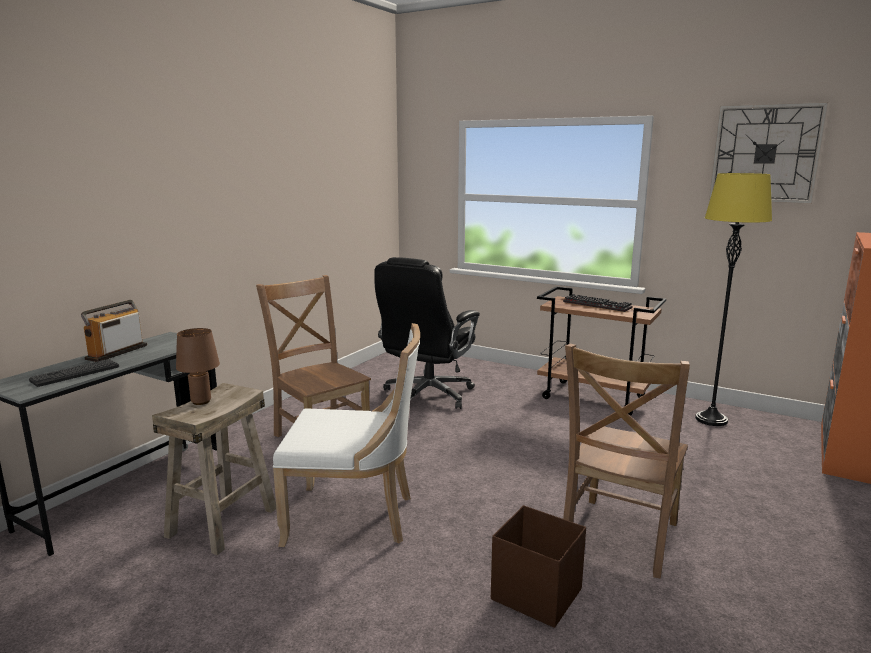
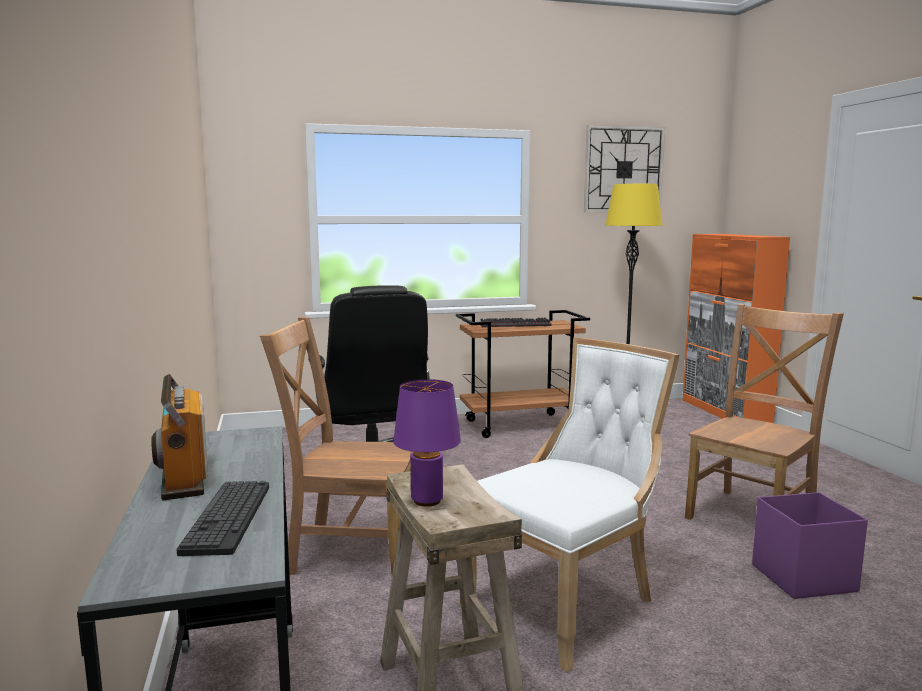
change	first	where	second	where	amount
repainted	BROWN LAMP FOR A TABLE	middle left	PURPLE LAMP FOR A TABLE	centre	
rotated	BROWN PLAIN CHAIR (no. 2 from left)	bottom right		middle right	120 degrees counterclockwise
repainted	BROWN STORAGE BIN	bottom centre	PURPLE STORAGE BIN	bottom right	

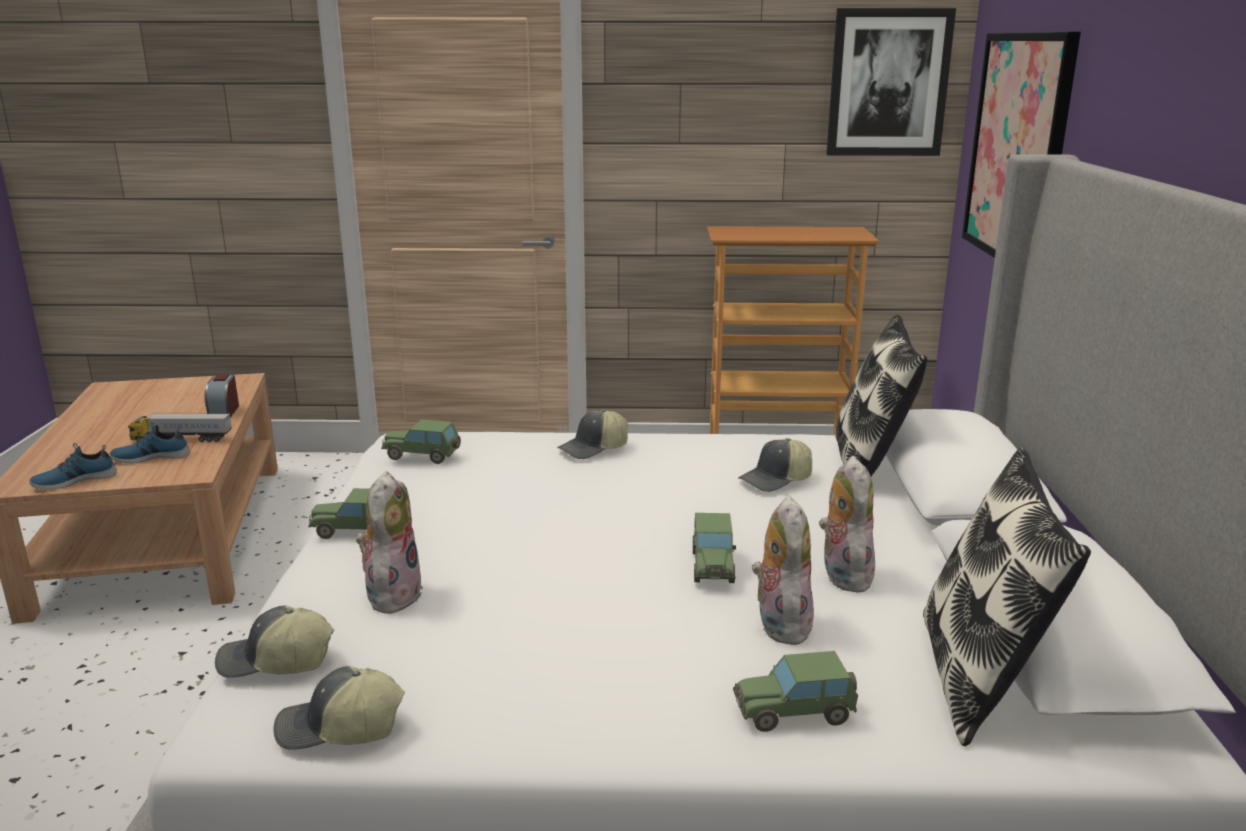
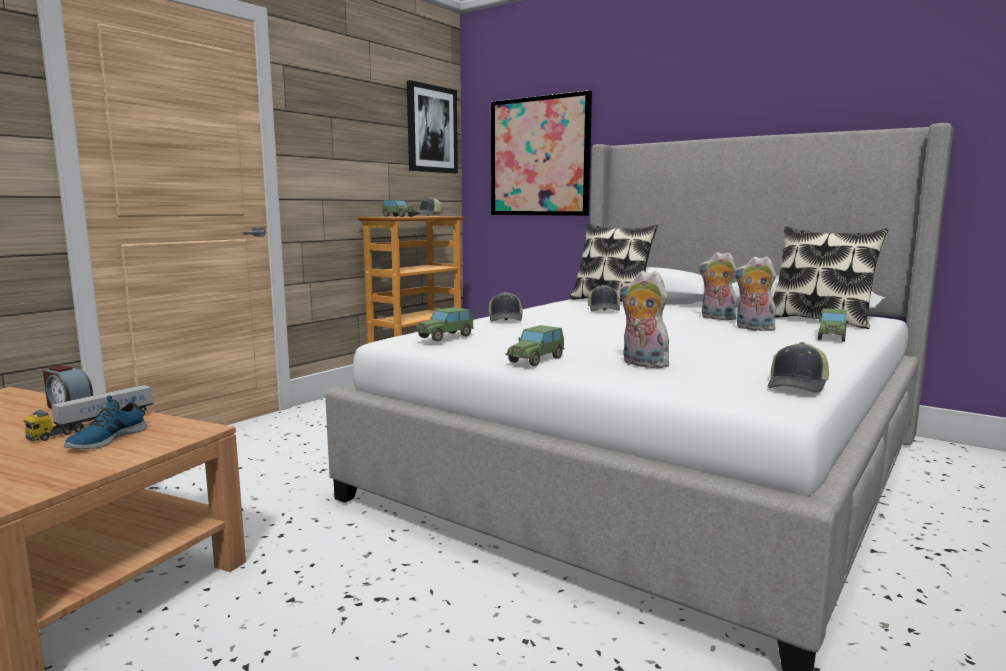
change	first	where	second	where	amount
gone	LOW SHOE (no. 1 from left)	middle left			
shifted	MODEL CAR (no. 3 from left in the first image)	centre	MODEL CAR (no. 1 from left)	top centre	
shifted	PEAKED CAP (no. 1 from left)	bottom left		top centre	

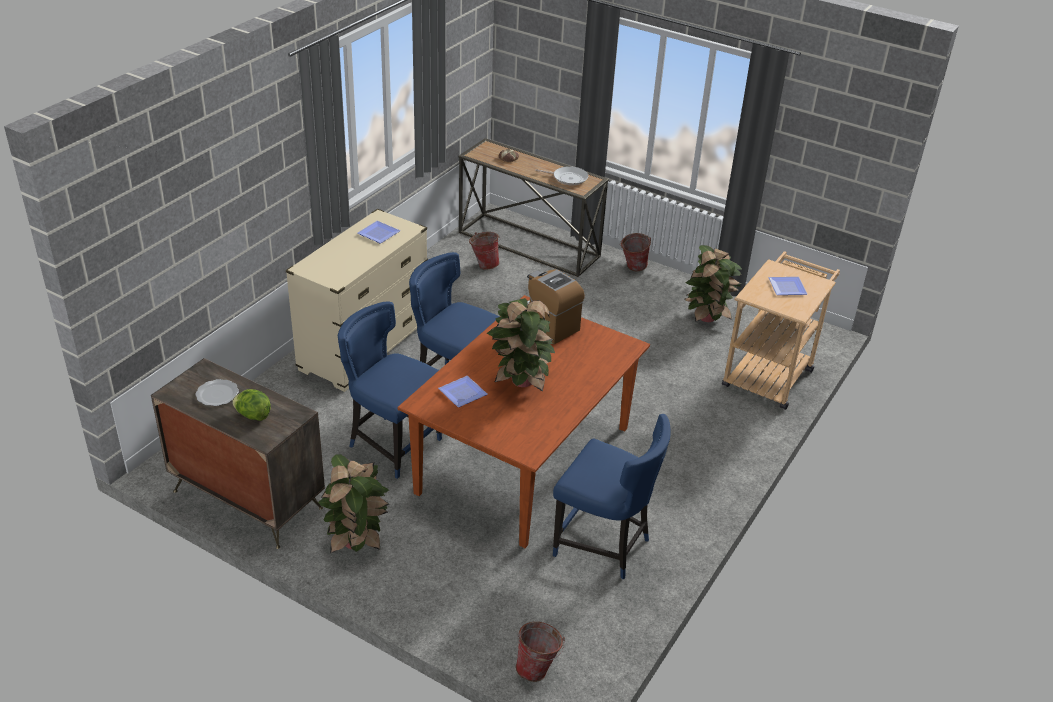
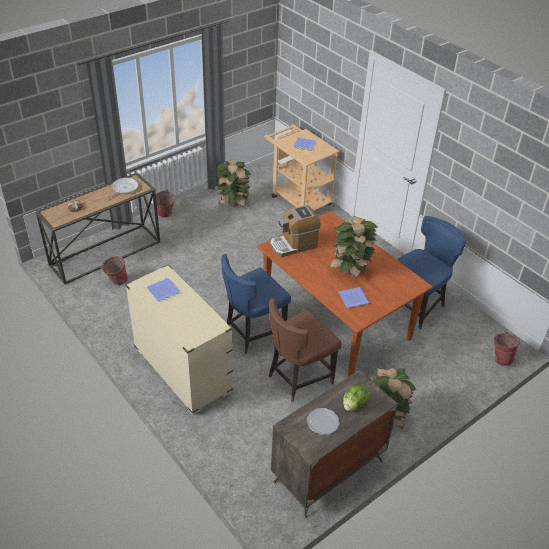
change	first	where	second	where	amount
repainted	BLUE PLAIN CHAIR (no. 1 from left)	centre	BROWN PLAIN CHAIR	centre	

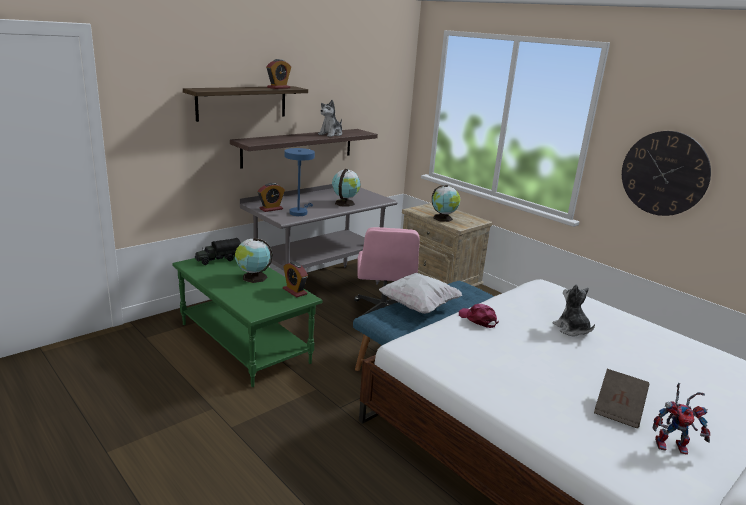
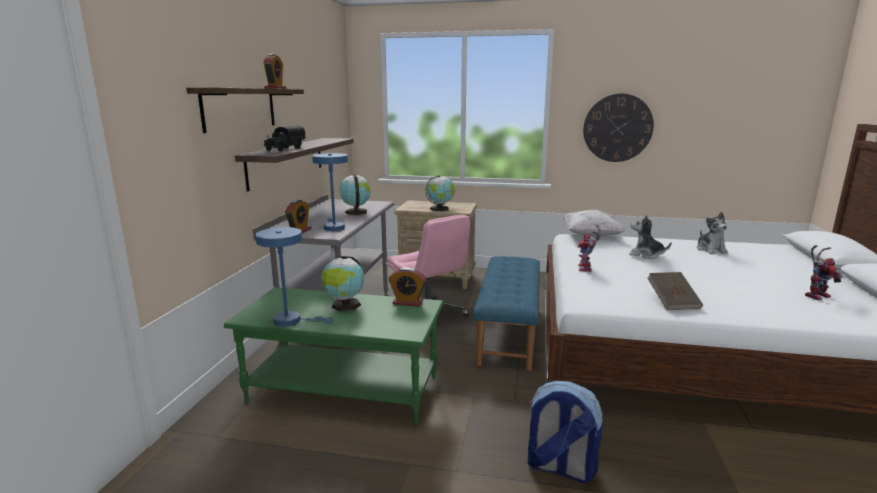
change	first	where	second	where	amount
shifted	PLUSH TOY (no. 1 from left in the first image)	top centre	PLUSH TOY (no. 2 from left)	middle right	
shifted	MODEL TRUCK	middle left		top left	
shifted	WHITISH THROW PILLOW	centre		middle right	
swapped	PINK-COLOURED PEAKED CAP	centre	TOY ROBOT (no. 1 from left)	middle right	
shifted	BROWN VOLUME	bottom right		middle right	
new			BLUE LAMP FOR A TABLE (no. 1 from left)	centre	
new			RUCKSACK	bottom centre	

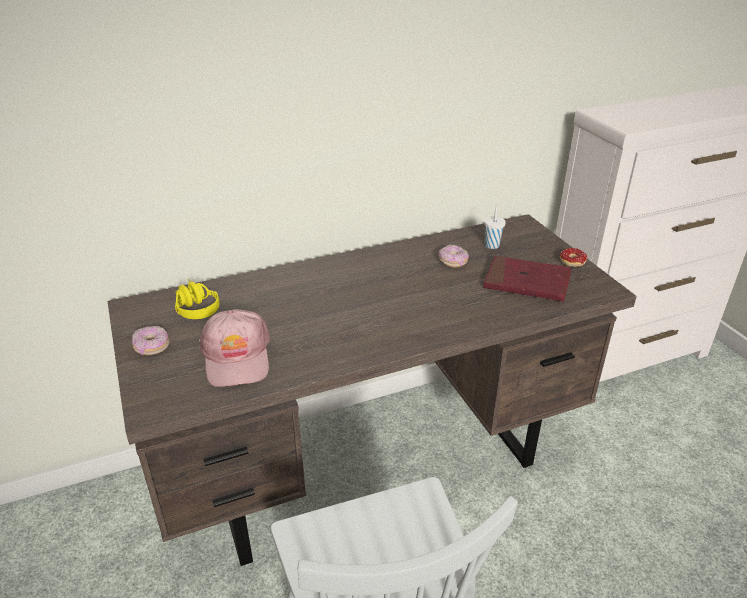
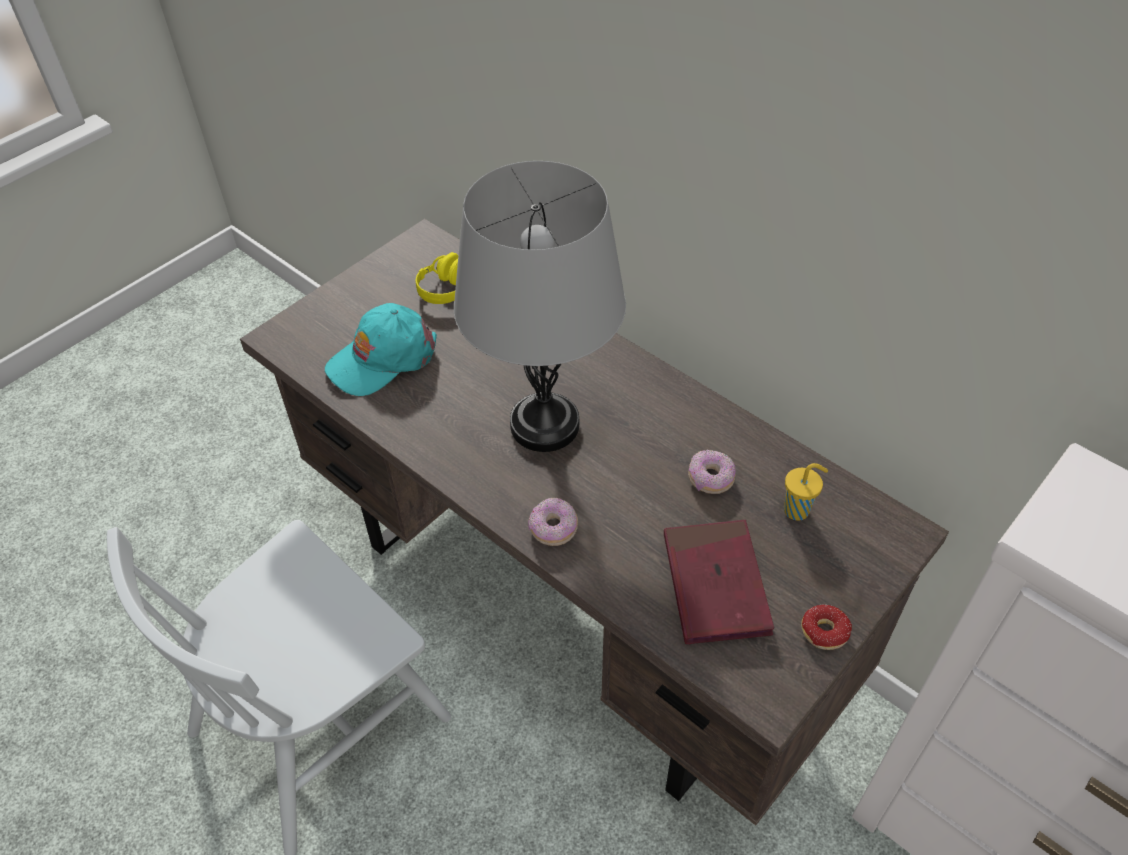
change	first	where	second	where	amount
repainted	WHITISH DRINKING CUP	centre	YELLOW-COLOURED DRINKING CUP	middle right	
repainted	PINK-COLOURED PEAKED CAP	middle left	TURQUOISE-COLOURED PEAKED CAP	centre	
shifted	RING DOUGHNUT (no. 1 from left)	middle left		centre	
new			GREY LAMP FOR A TABLE	centre	

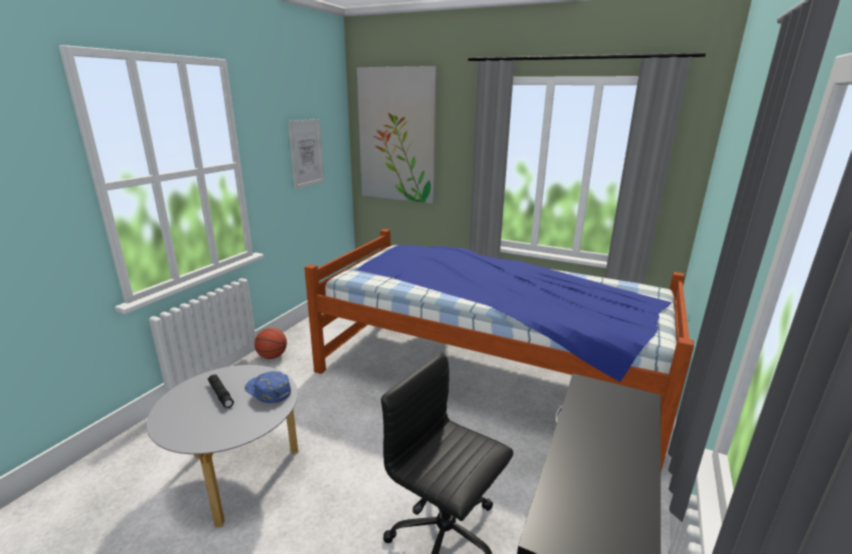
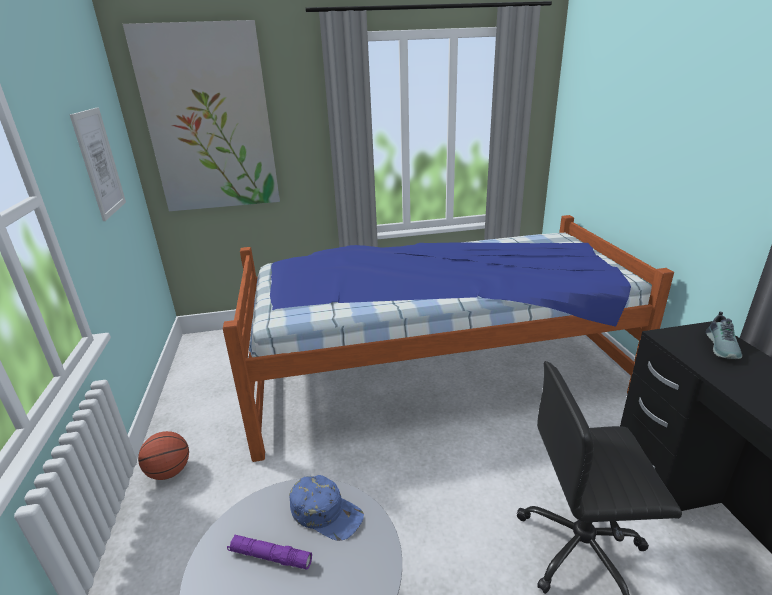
change	first	where	second	where	amount
rotated	BLUE PEAKED CAP	bottom left		bottom centre	150 degrees counterclockwise
repainted	BLACK-COLOURED HAND TORCH	bottom left	PURPLE HAND TORCH	bottom centre	
new			LOW SHOE	middle right	

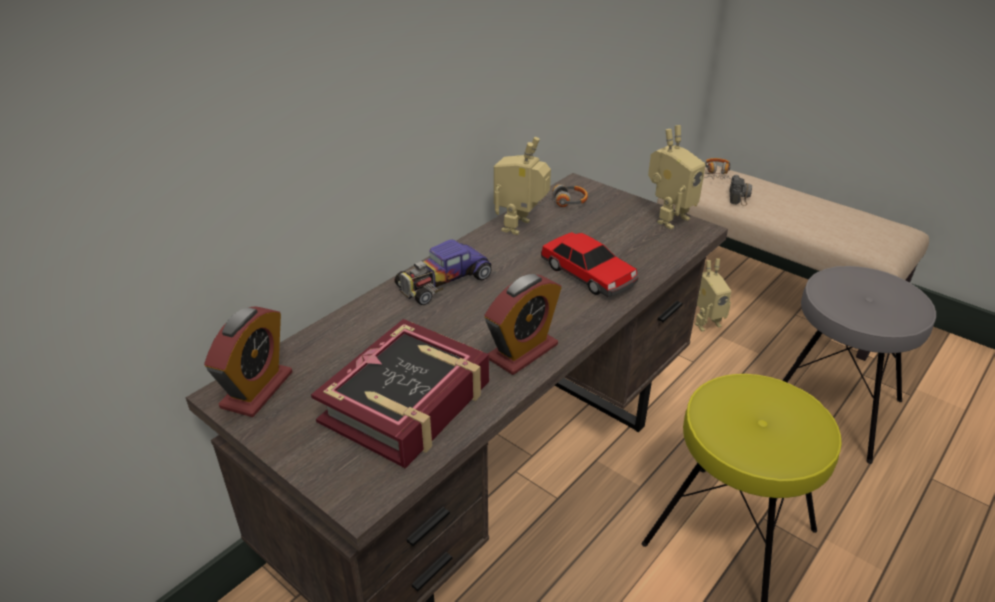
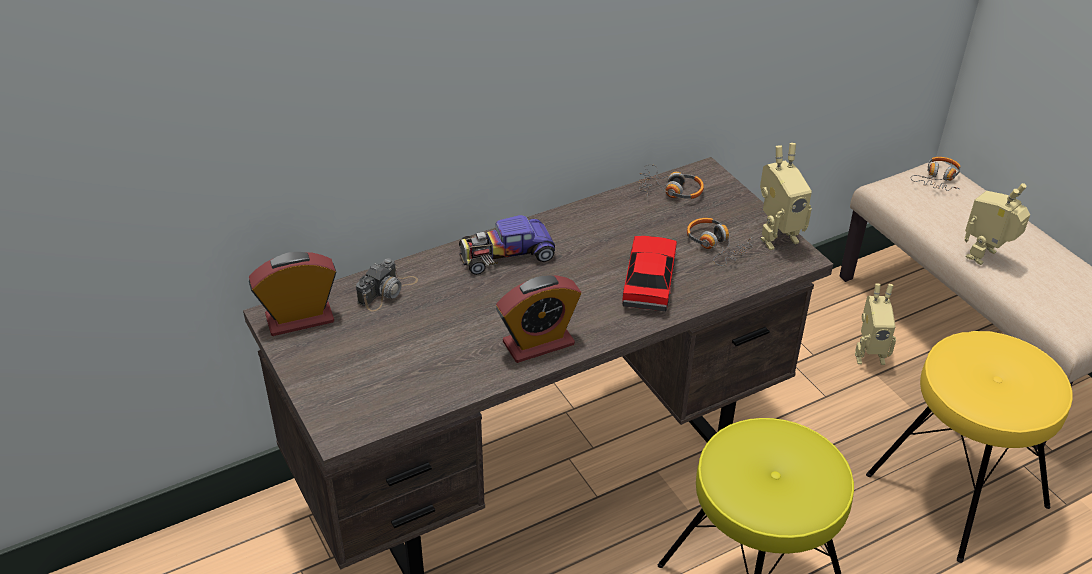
change	first	where	second	where	amount
shifted	TOY ROBOT (no. 1 from left in the first image)	top centre	TOY ROBOT (no. 3 from left)	middle right	
shifted	PHOTO CAMERA	top right		centre	
rotated	MODEL CAR (no. 2 from left)	centre		centre	150 degrees counterclockwise
repainted	GREY STOOL SEAT	middle right	YELLOW-COLOURED STOOL SEAT (no. 2 from left)	bottom right	
rotated	TABLE CLOCK (no. 1 from left)	middle left		middle left	150 degrees counterclockwise
gone	VOLUME	centre			
new			HEADSET (no. 2 from left)	centre	

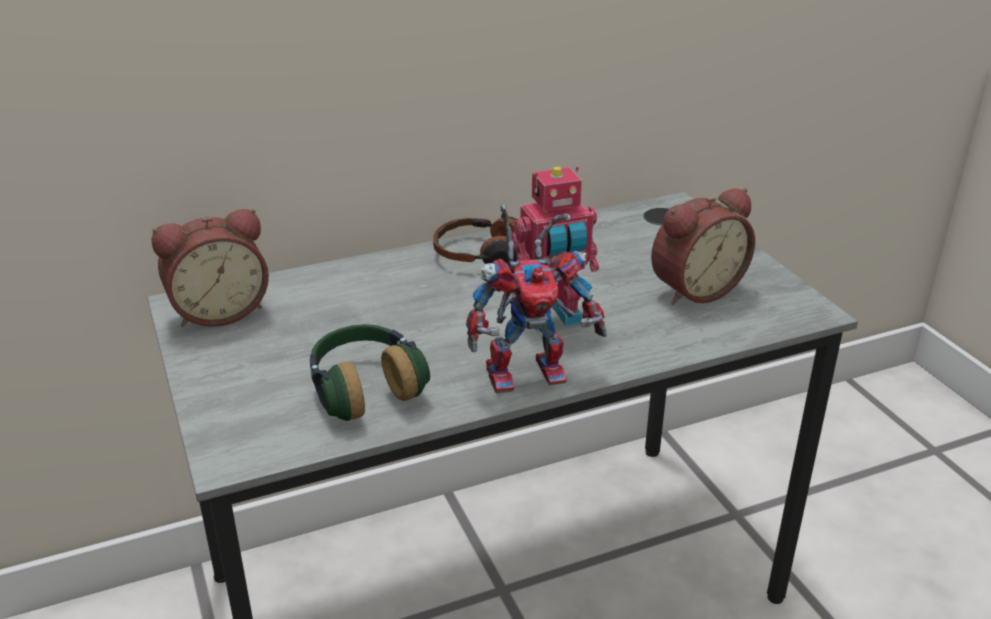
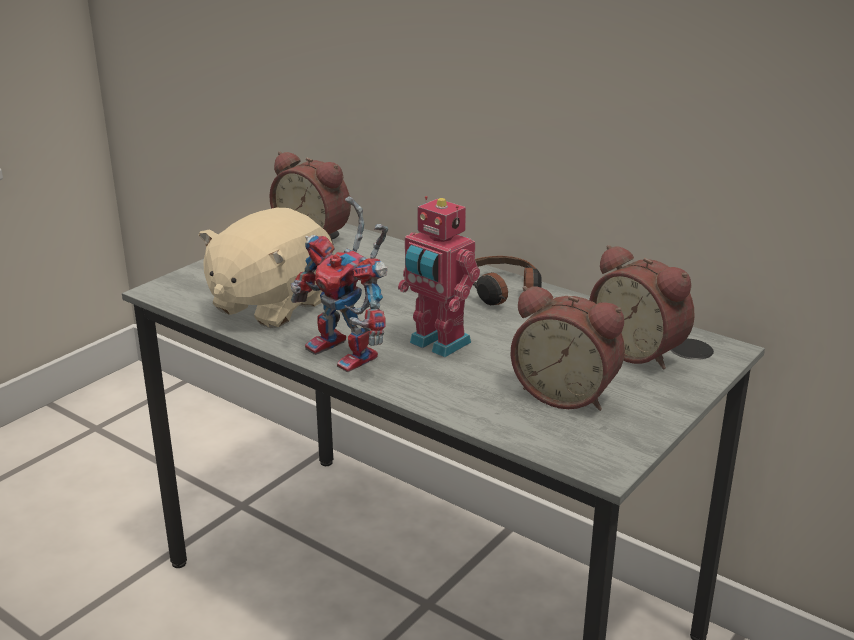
change	first	where	second	where	amount
swapped	HEADSET (no. 1 from left)	centre	SAND-COLOURED PLUSH TOY	middle left	
new			TABLE CLOCK (no. 3 from left)	middle right	

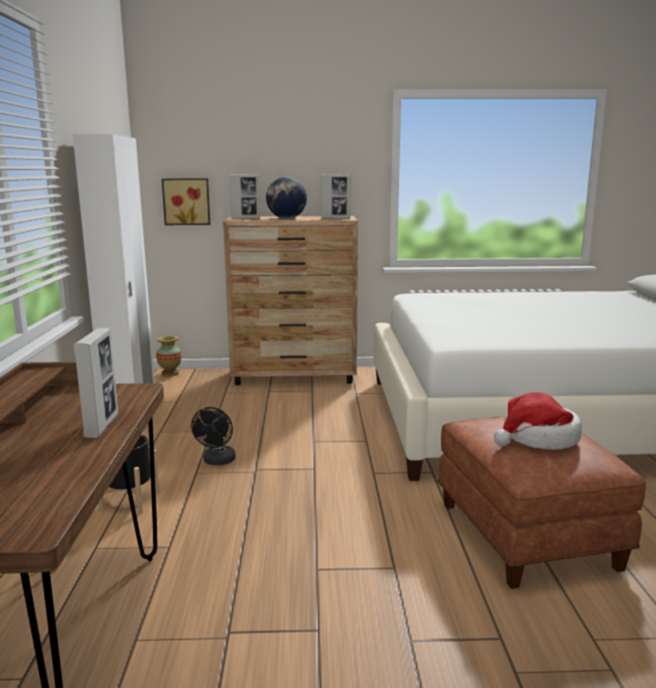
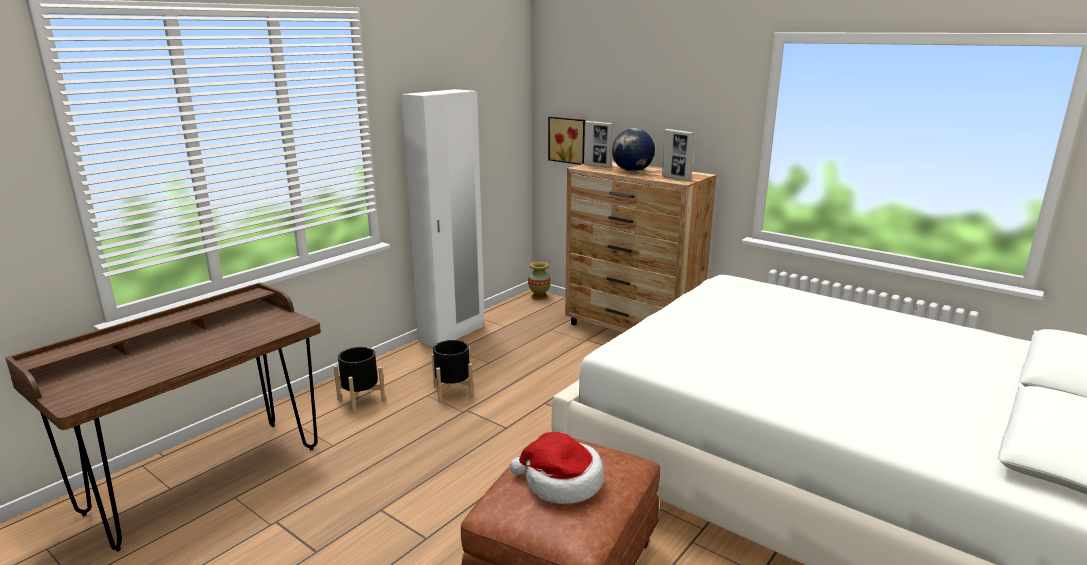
change	first	where	second	where	amount
gone	PICTURE FRAME (no. 1 from left)	middle left			
swapped	BLACK-COLOURED FAN	middle left	BLACK-COLOURED FLOWER POT (no. 2 from left)	centre	

